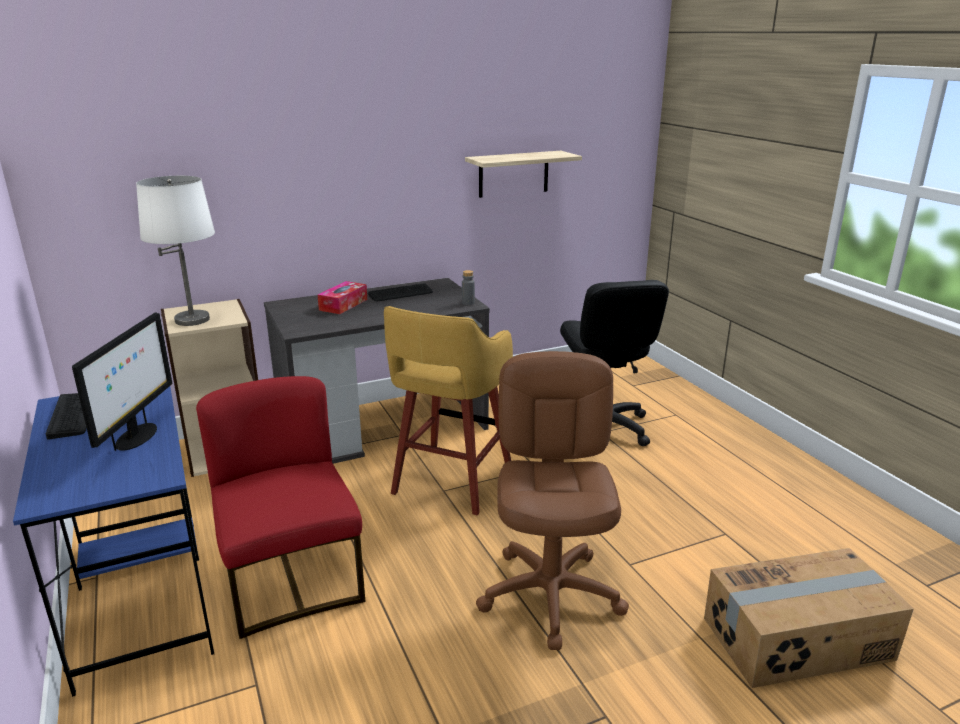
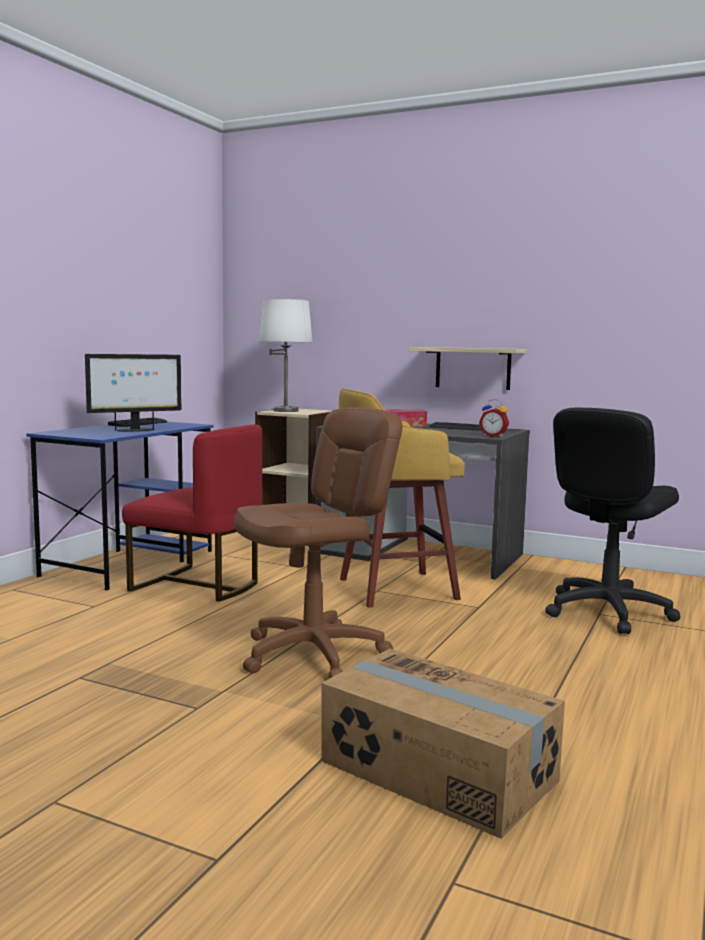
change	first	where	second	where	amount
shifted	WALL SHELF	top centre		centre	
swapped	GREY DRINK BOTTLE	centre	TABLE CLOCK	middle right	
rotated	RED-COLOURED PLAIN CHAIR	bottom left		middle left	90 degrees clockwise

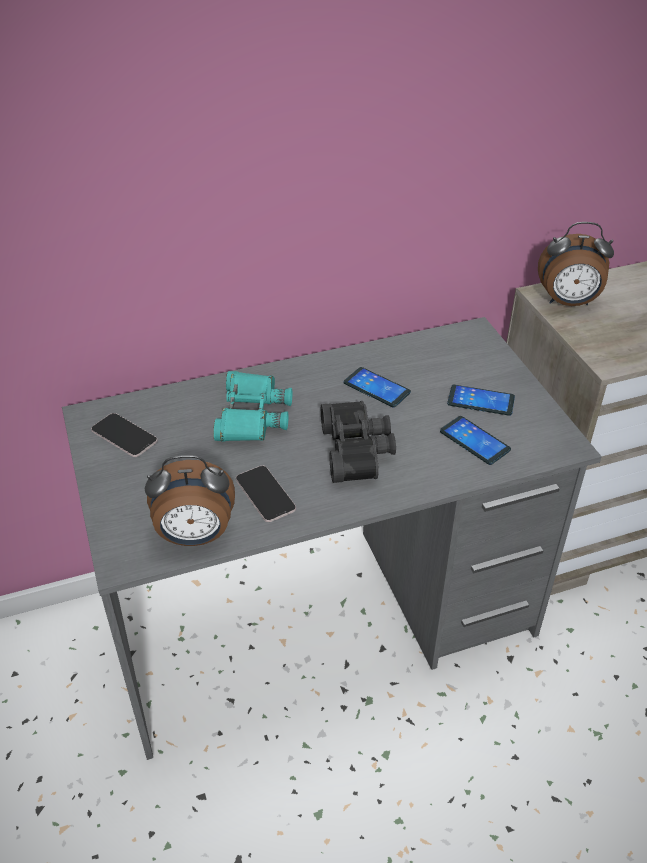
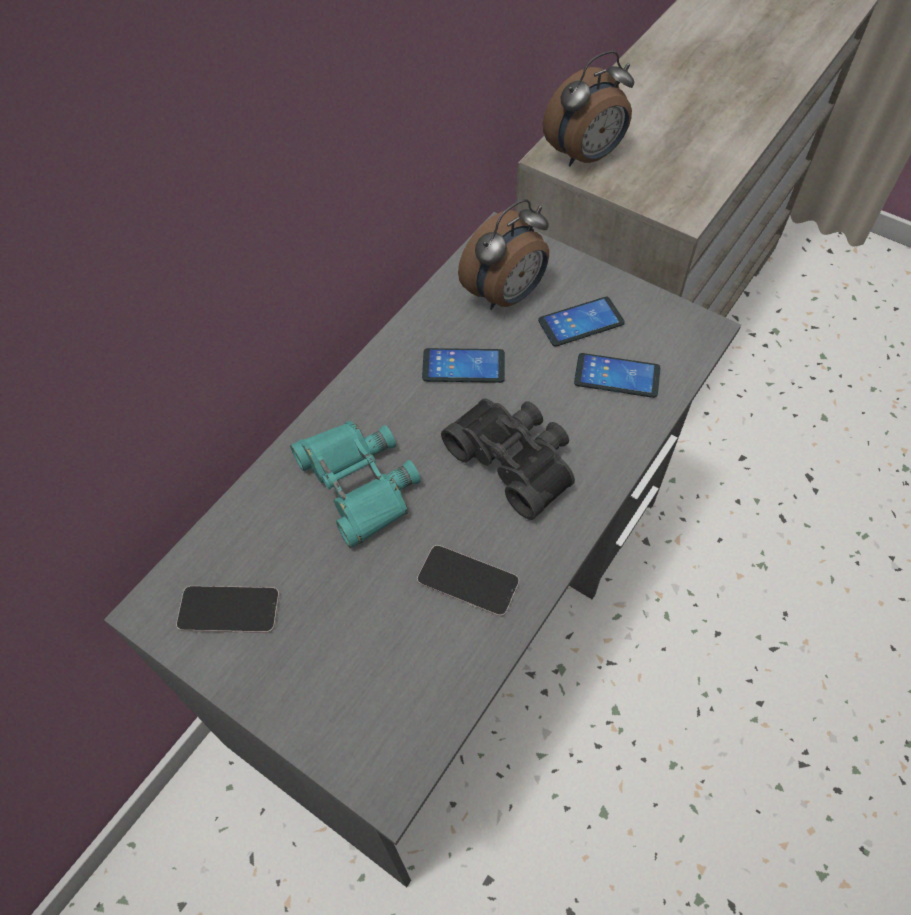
change	first	where	second	where	amount
shifted	TABLE CLOCK (no. 1 from left)	middle left		top centre	

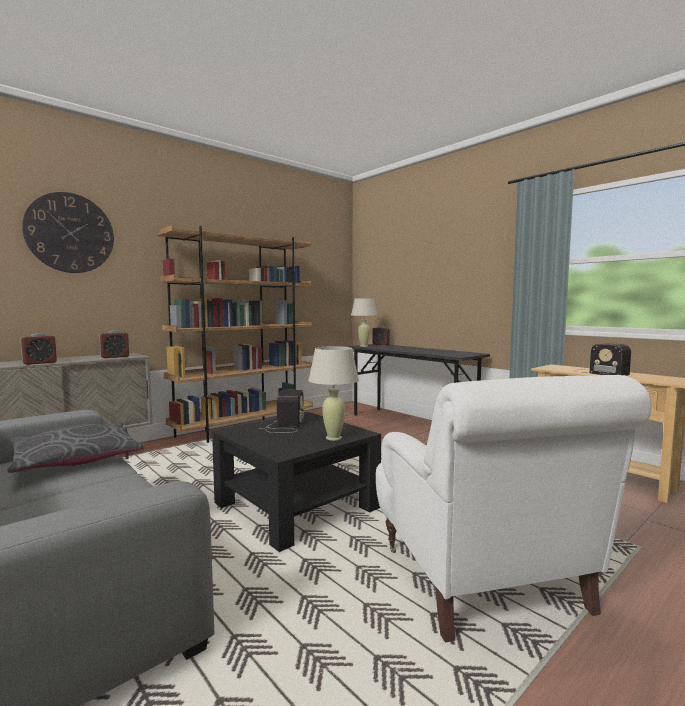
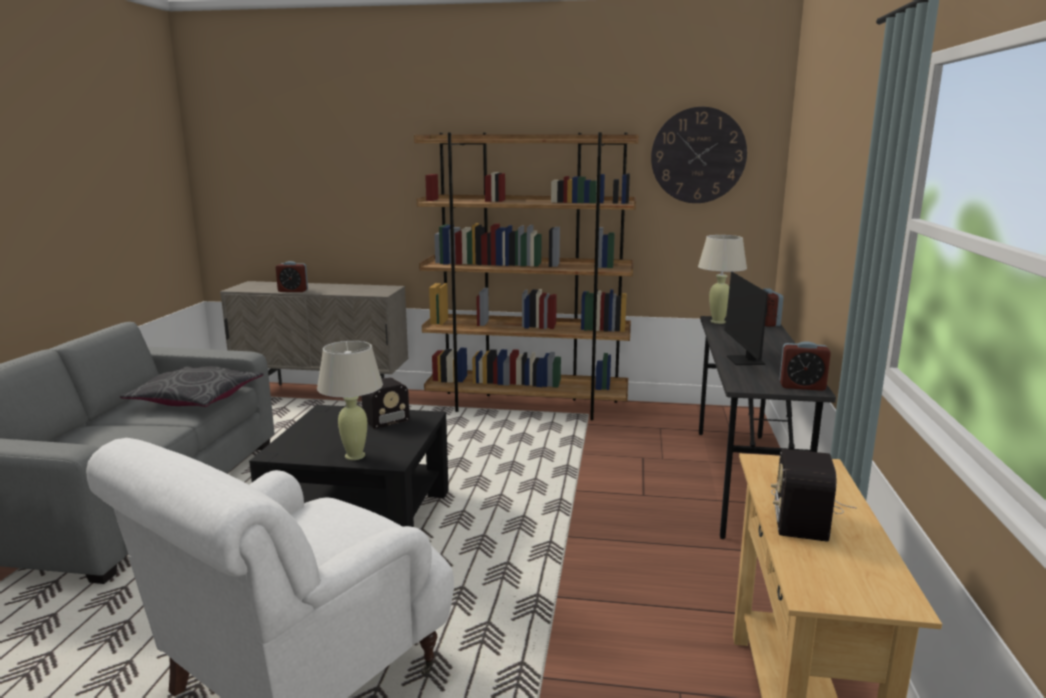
change	first	where	second	where	amount
shifted	HANGING CLOCK	top left		top right	
shifted	TABLE CLOCK (no. 2 from left in the first image)	middle left	TABLE CLOCK (no. 3 from left)	middle right	
new			COMPUTER DISPLAY	middle right	

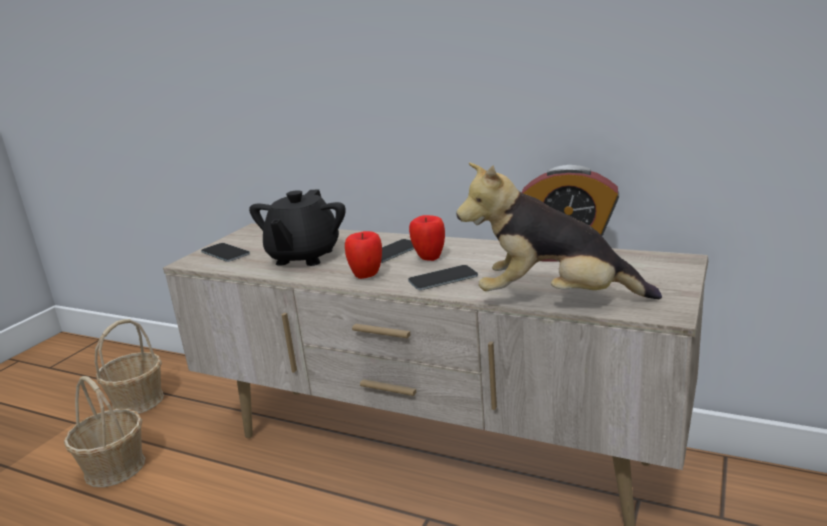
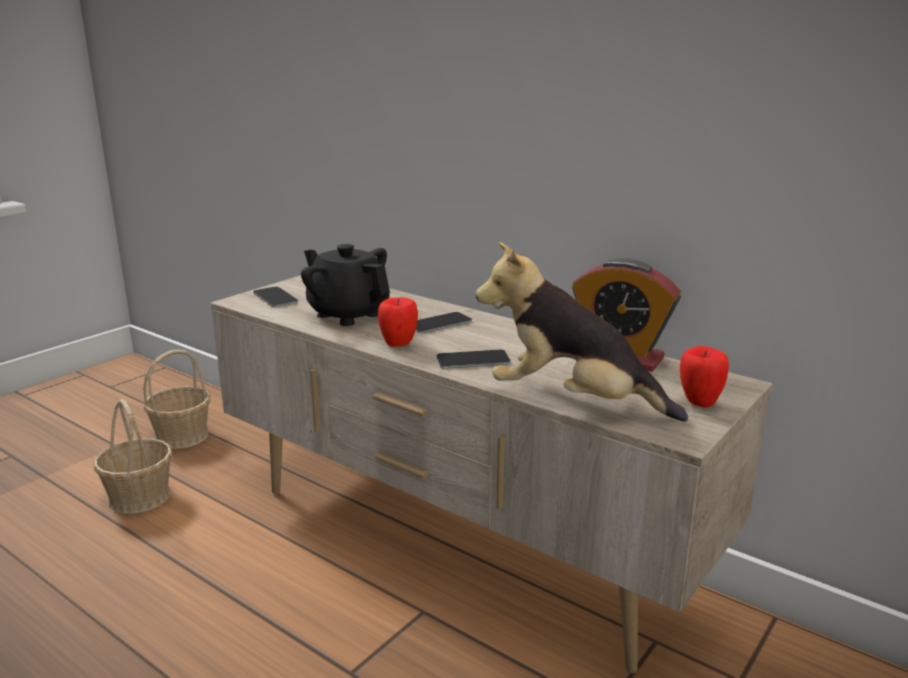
change	first	where	second	where	amount
rotated	BLACK-COLOURED TEA POT	centre		centre	105 degrees clockwise
shifted	APPLE FRUIT (no. 2 from left)	centre		middle right	

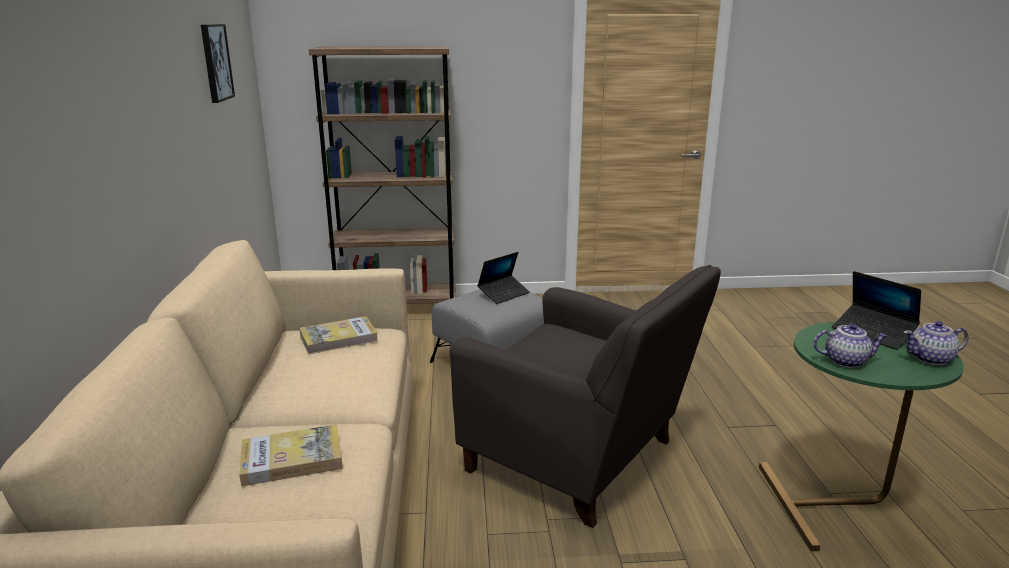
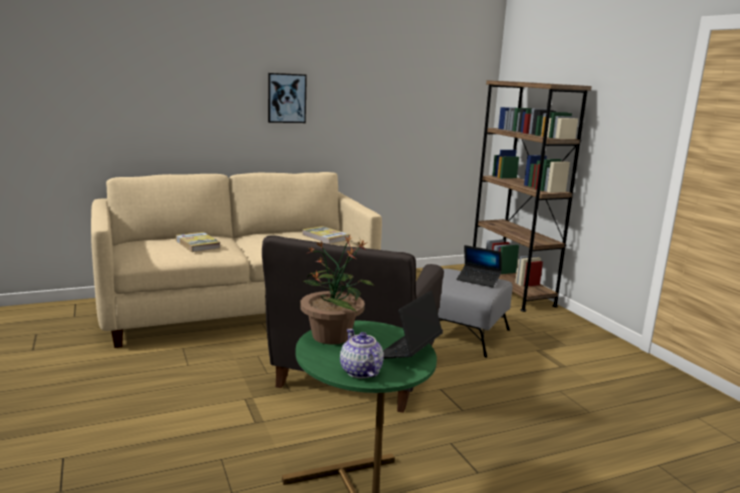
change	first	where	second	where	amount
shifted	WALL PICTURE	top left		top centre	
swapped	TEA POT (no. 1 from left)	middle right	POTTED PLANT	centre	

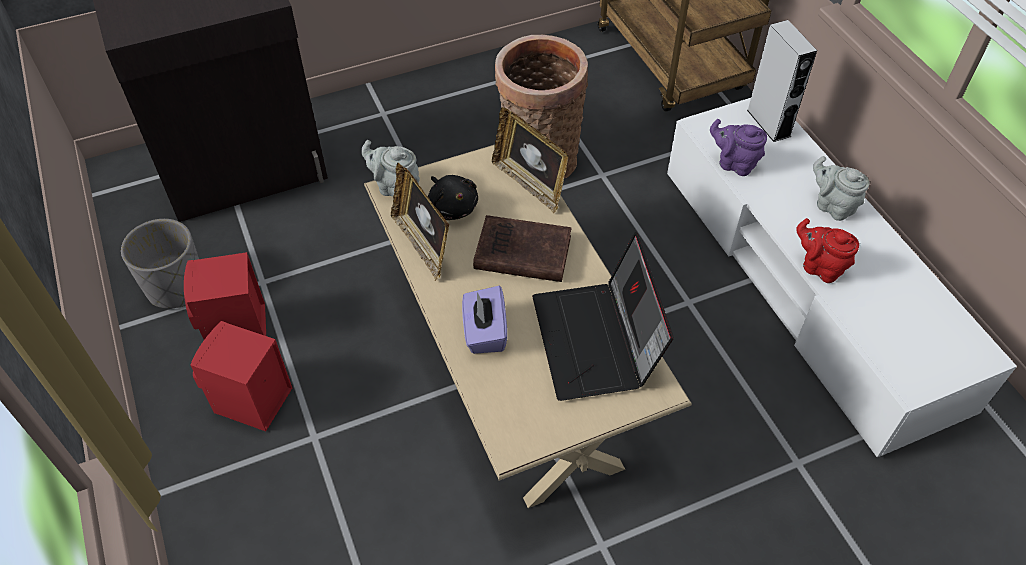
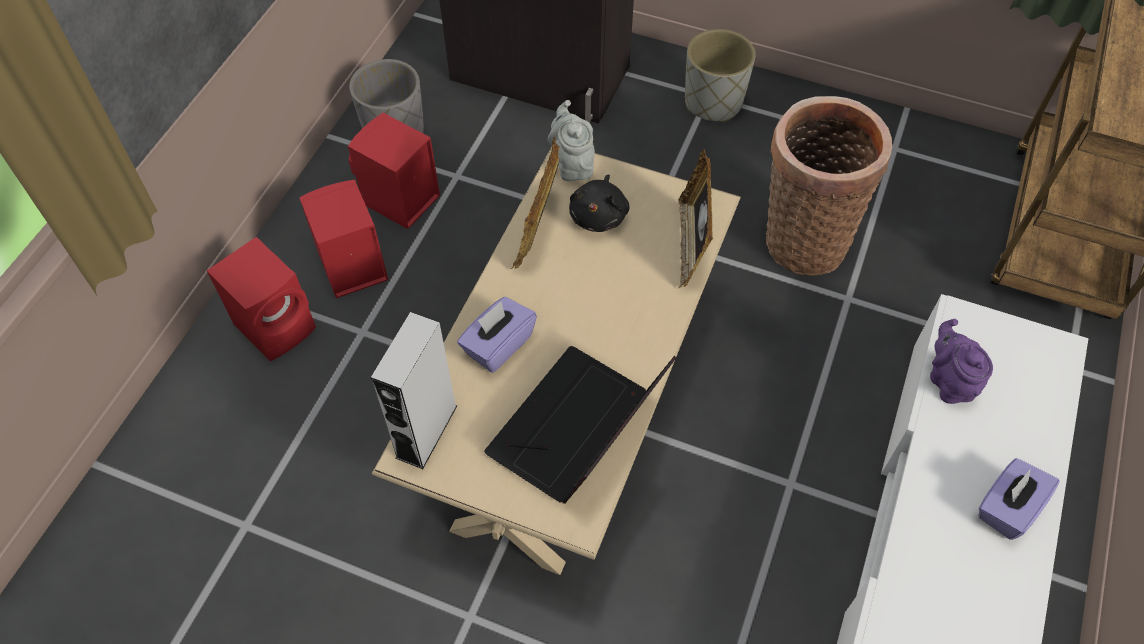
change	first	where	second	where	amount
shifted	GREY AUDIO SPEAKER	top right		centre	
swapped	GREY TEA POT (no. 2 from left)	top right	PURPLE TISSUE BOX (no. 2 from left)	bottom right	
gone	BROWN VOLUME	centre			
gone	RED-COLOURED TEA POT	middle right			
new			GREY FLOWER POT (no. 2 from left)	top centre	
new			RED-COLOURED AUDIO SPEAKER (no. 1 from left)	middle left	

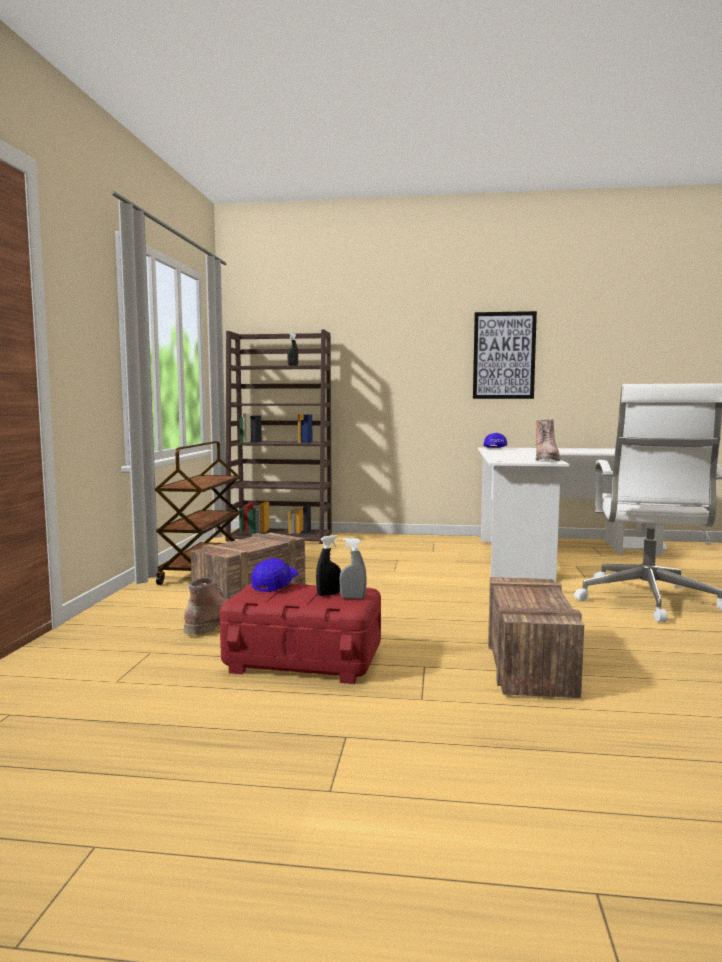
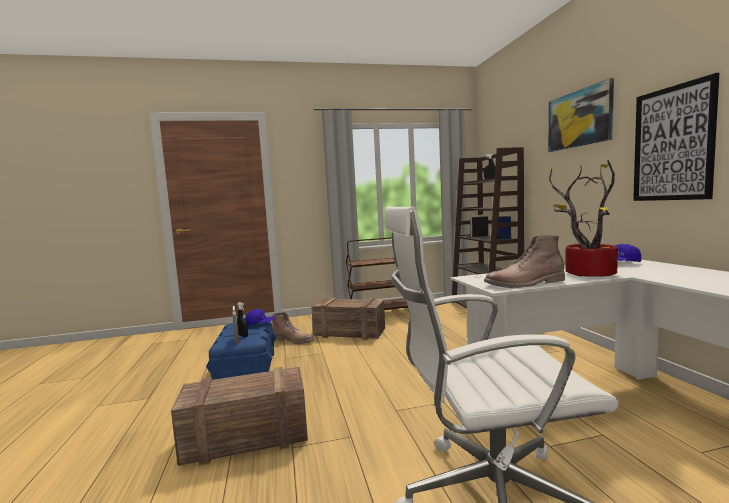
change	first	where	second	where	amount
repainted	RED-COLOURED STORAGE BIN	centre	BLUE STORAGE BIN	bottom left	
new			WALL PICTURE (no. 1 from left)	top right	
new			POTTED PLANT	middle right	

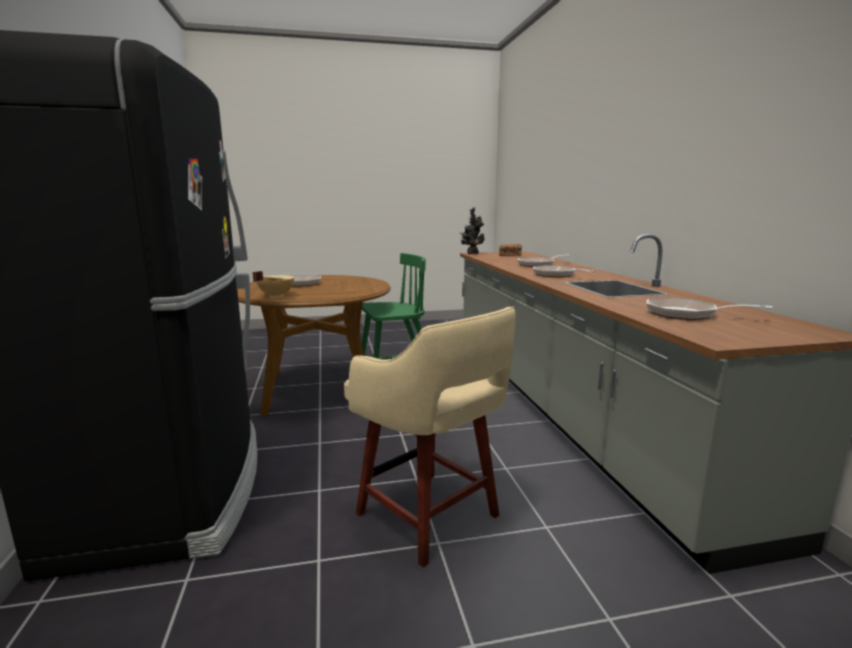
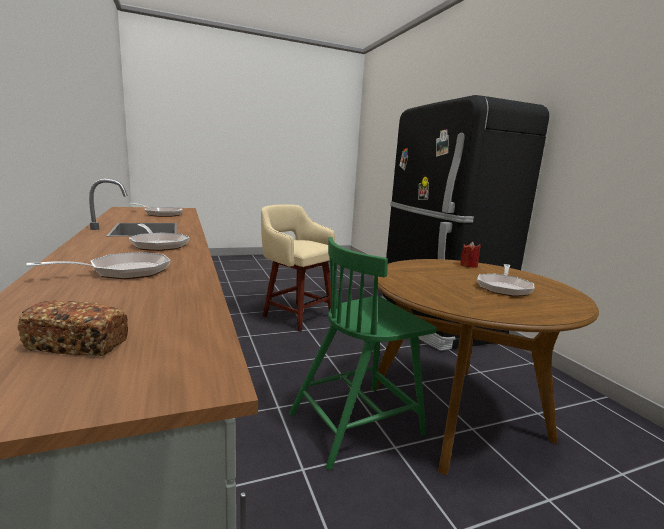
change	first	where	second	where	amount
gone	POTTED PLANT	centre			
swapped	SAND-COLOURED COOKING POT	middle left	RED-COLOURED CANDLE	middle right	

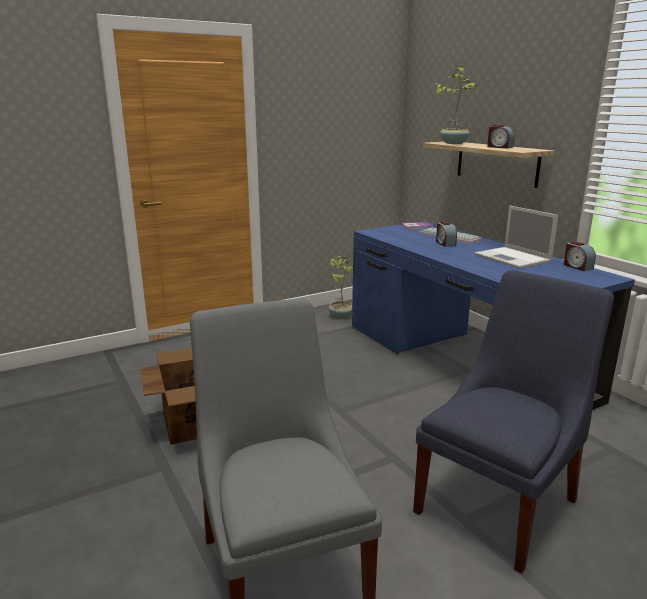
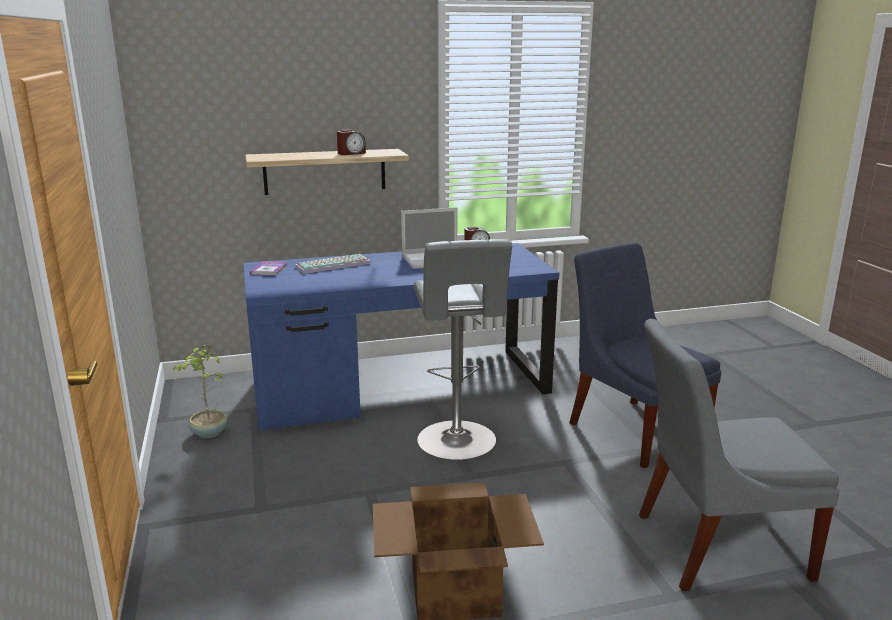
change	first	where	second	where	amount
gone	POTTED PLANT (no. 2 from left)	top right			
gone	TABLE CLOCK (no. 1 from left)	middle right			
new			GREY STOOL SEAT	centre	

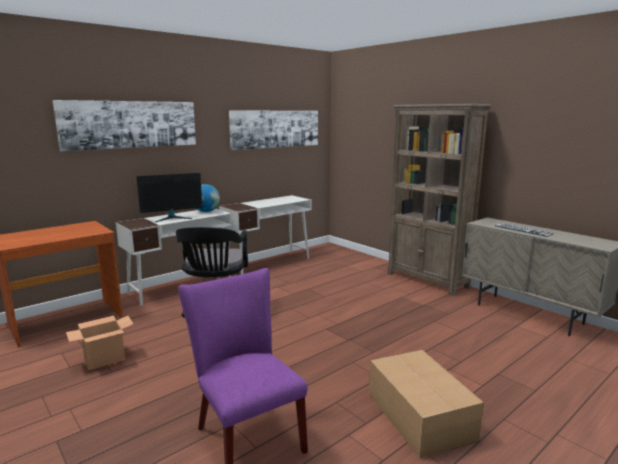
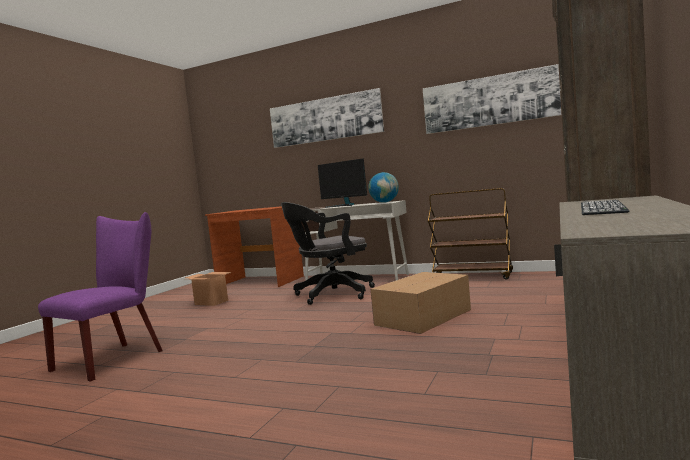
change	first	where	second	where	amount
swapped	WHITISH DESK UNIT (no. 2 from left)	centre	BROWN WHEELED CART	middle right	
shifted	CARDBOARD BOX (no. 2 from left)	bottom right		centre	

